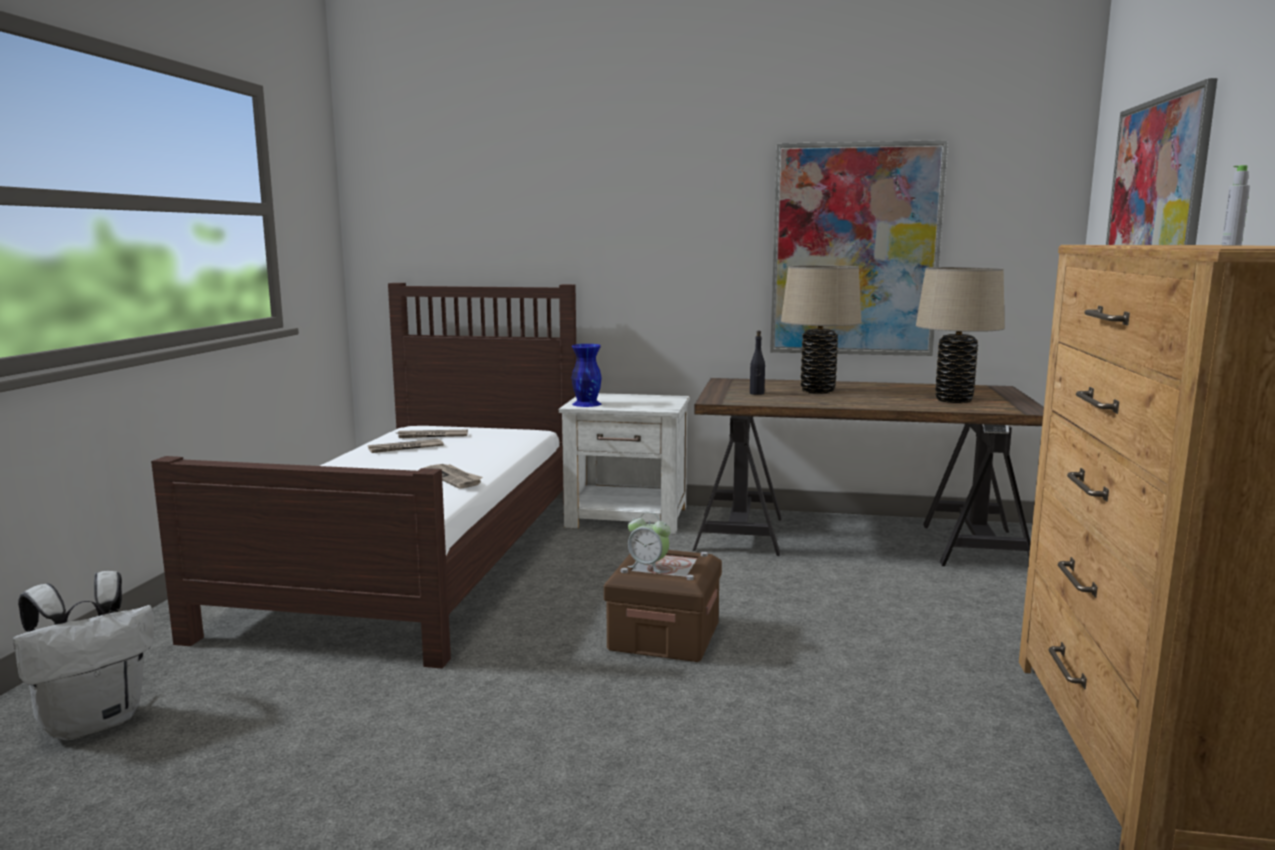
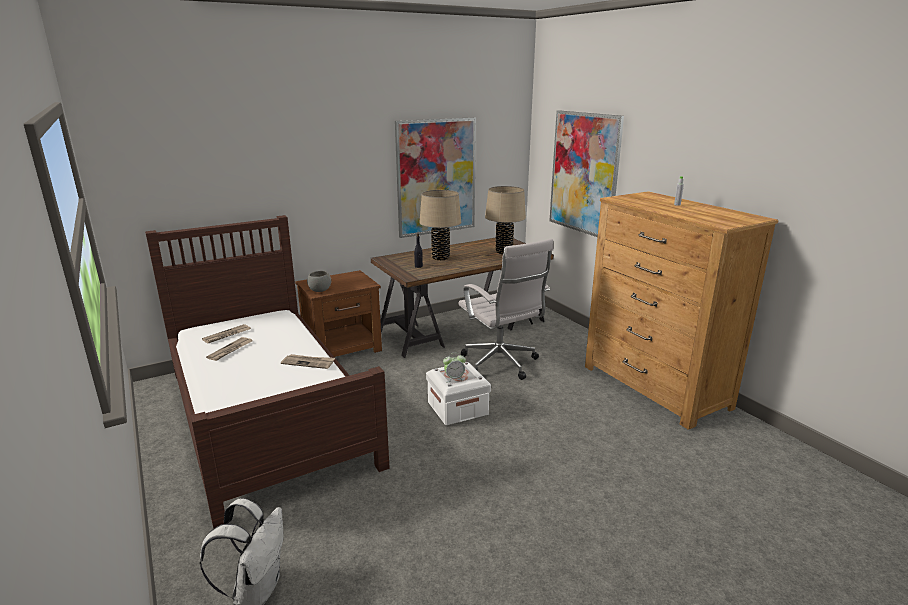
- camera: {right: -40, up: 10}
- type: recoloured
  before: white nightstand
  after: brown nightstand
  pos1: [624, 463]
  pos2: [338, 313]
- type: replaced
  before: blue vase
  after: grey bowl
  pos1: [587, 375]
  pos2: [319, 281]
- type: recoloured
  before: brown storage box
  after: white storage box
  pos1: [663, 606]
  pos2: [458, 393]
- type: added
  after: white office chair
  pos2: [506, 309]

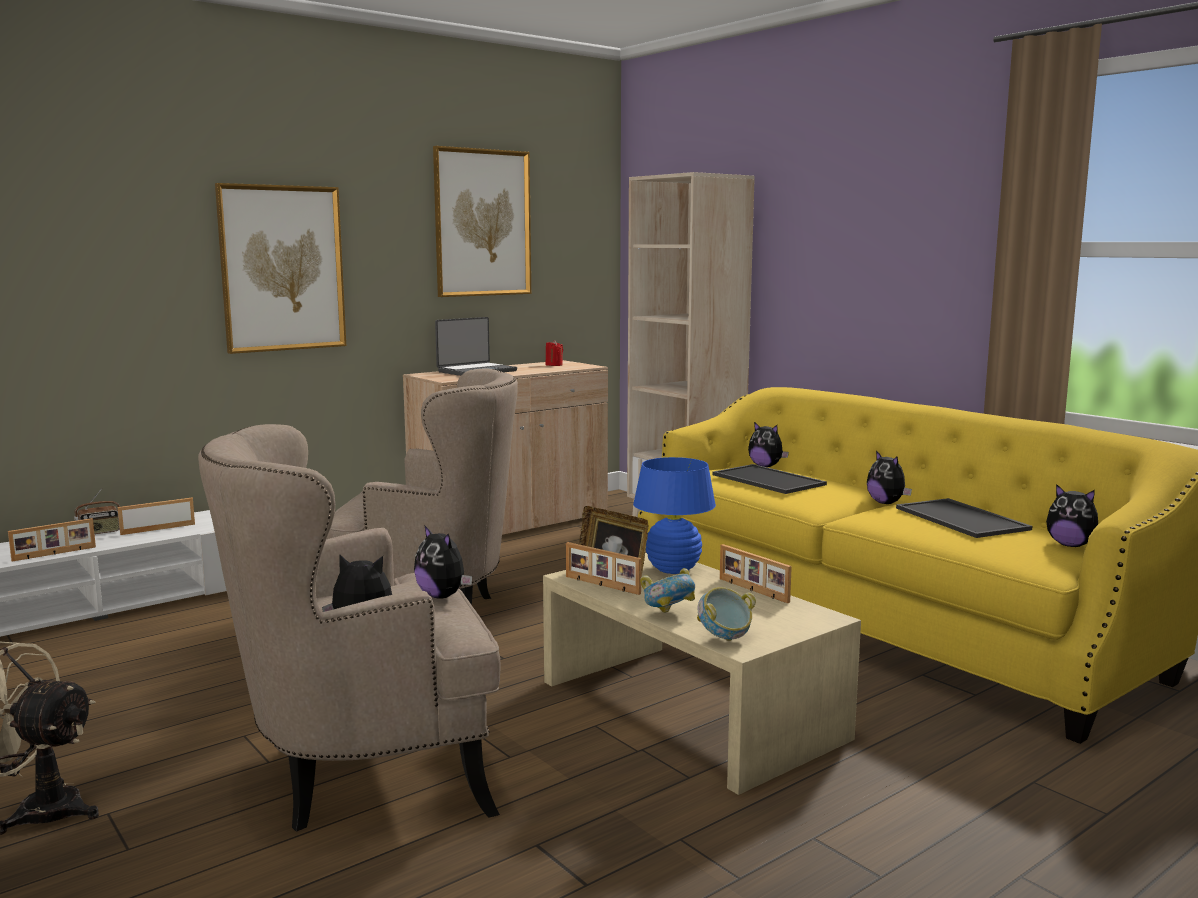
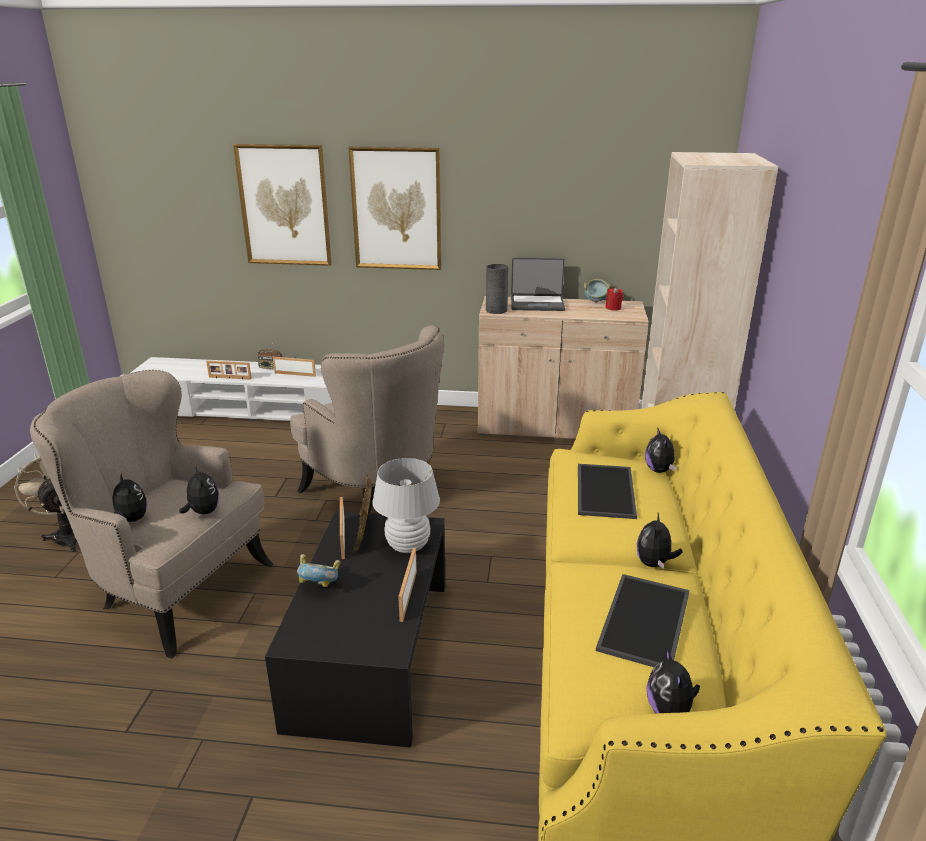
- camera: {right: 45, up: 15}
- type: turned
  before: plush toy
  pos1: [443, 561]
  pos2: [199, 490]
  turn: 150
- type: moved
  before: picture
  pos1: [482, 221]
  pos2: [282, 205]
- type: recoloured
  before: beige coffee table
  after: black coffee table
  pos1: [702, 673]
  pos2: [355, 629]
- type: recoloured
  before: blue table lamp
  after: white table lamp
  pos1: [674, 515]
  pos2: [406, 505]
- type: moved
  before: bowl
  pos1: [726, 614]
  pos2: [597, 291]
- type: added
  after: grey vase
  pos2: [497, 289]

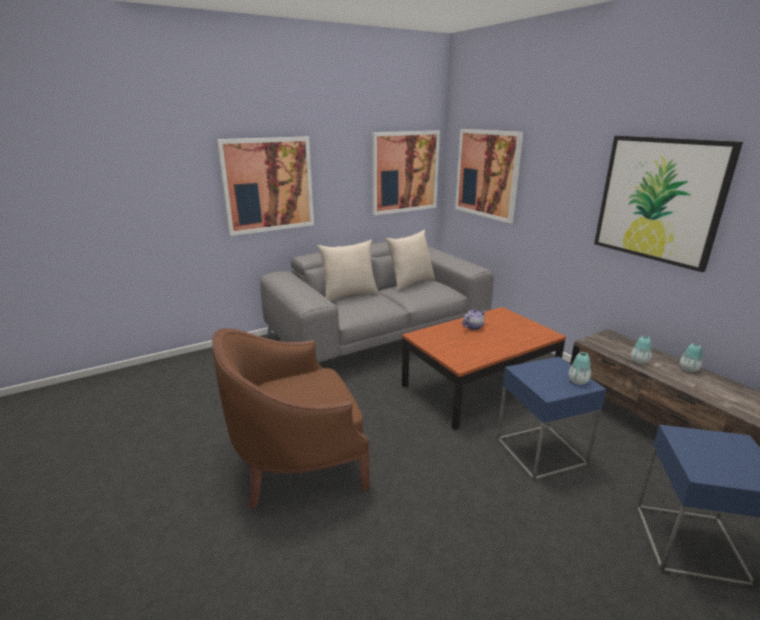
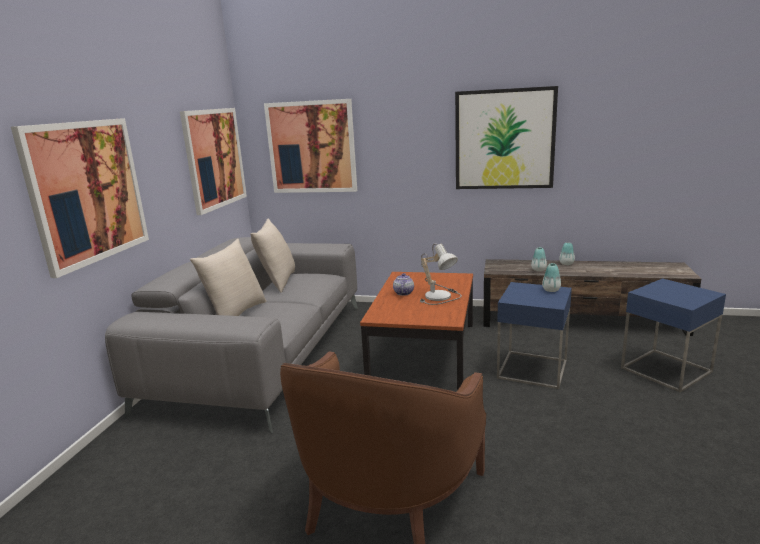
- camera: {right: -45, up: -5}
- type: added
  after: table lamp
  pos2: [441, 274]

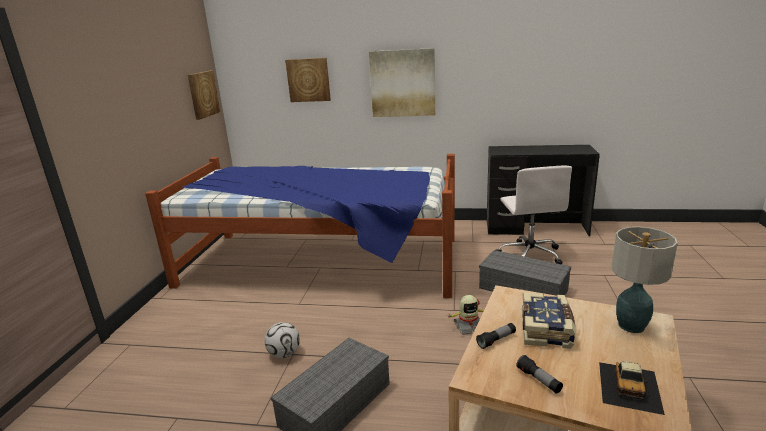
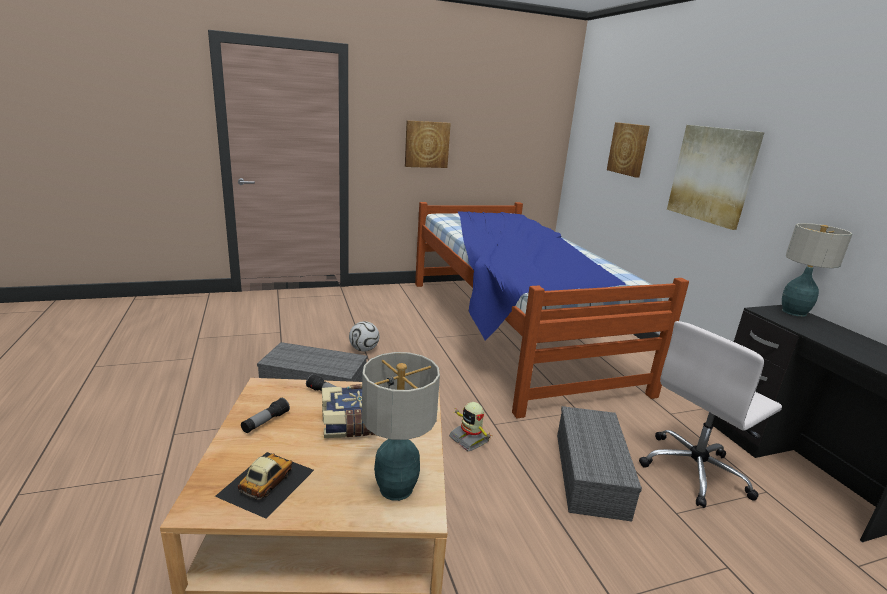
- camera: {right: 60, up: 0}
- type: moved
  before: picture
  pos1: [204, 95]
  pos2: [428, 144]
- type: turned
  before: toy car
  pos1: [632, 388]
  pos2: [264, 485]
  turn: 120
- type: added
  after: table lamp
  pos2: [817, 270]

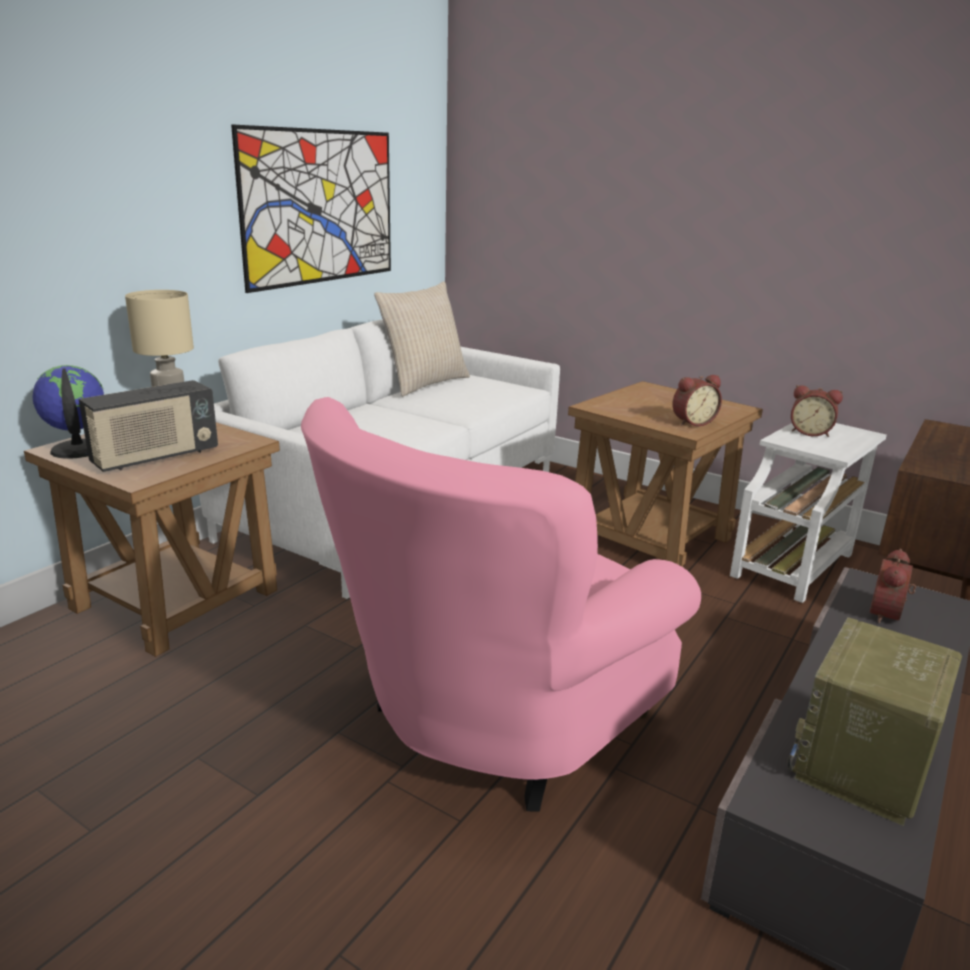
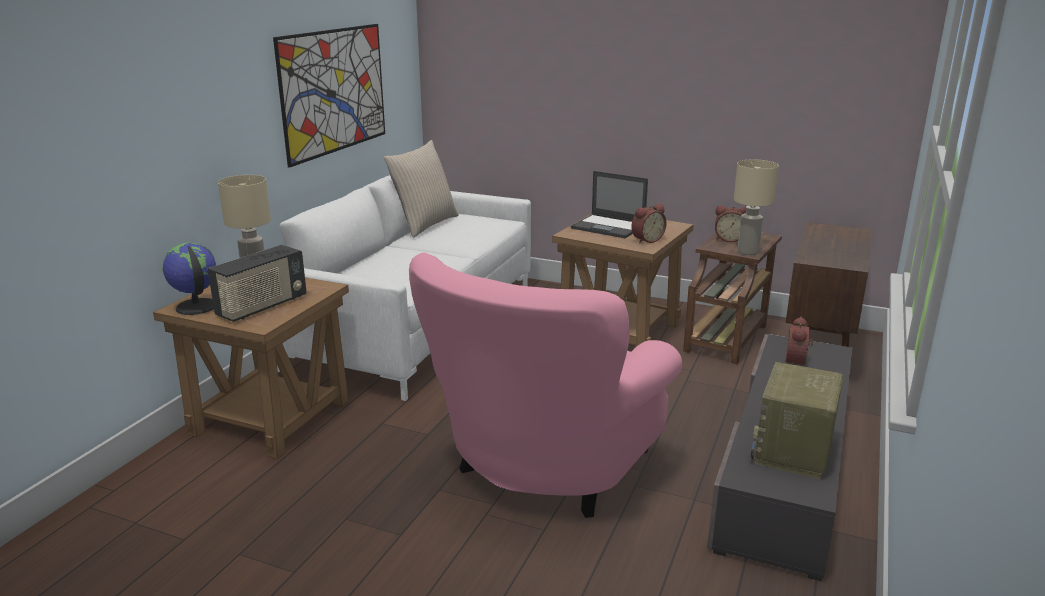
- camera: {right: -10, up: 0}
- type: recoloured
  before: white side table
  after: brown side table
  pos1: [808, 513]
  pos2: [732, 298]
- type: added
  after: laptop
  pos2: [609, 204]
- type: added
  after: beige table lamp
  pos2: [756, 207]

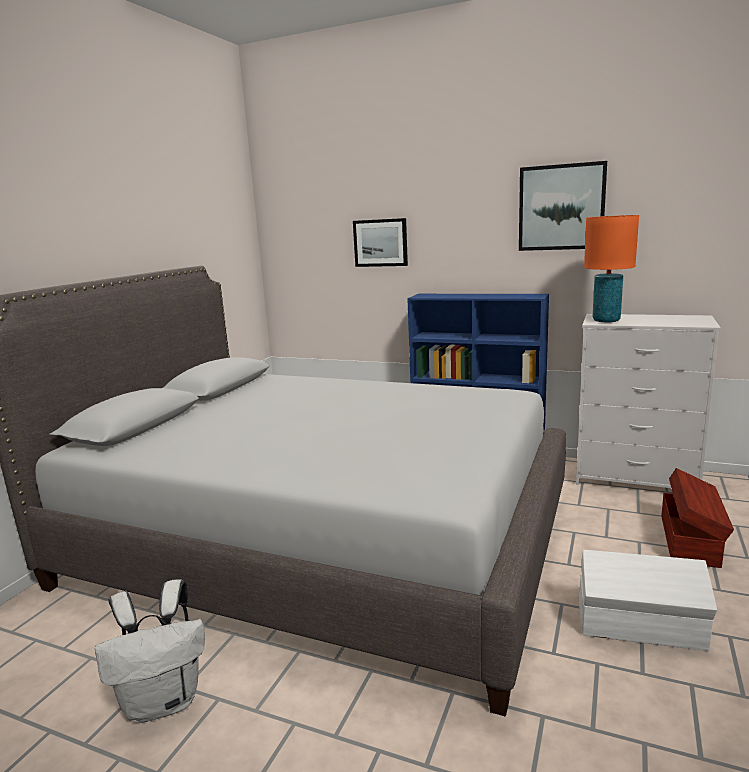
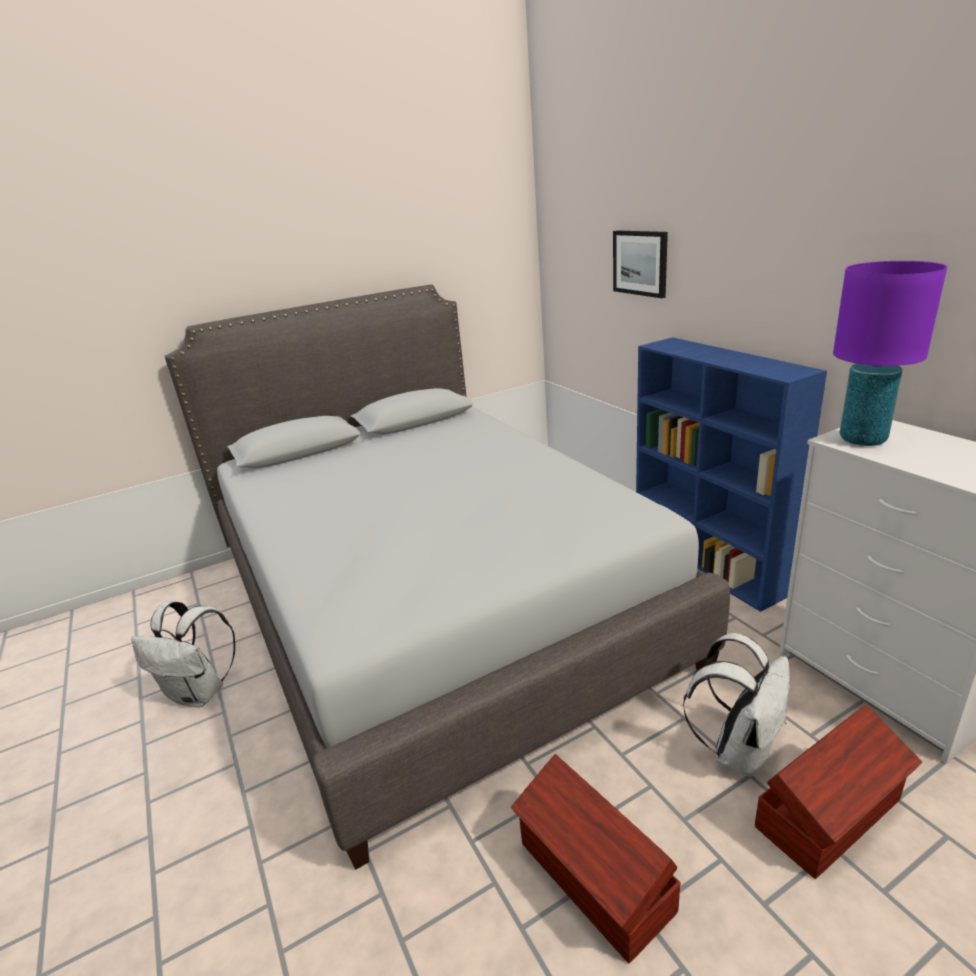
- camera: {right: 40, up: 10}
- type: removed
  before: picture
  pos1: [563, 206]
- type: recoloured
  before: white storage box
  after: brown storage box
  pos1: [648, 600]
  pos2: [596, 858]
- type: recoloured
  before: orange table lamp
  after: purple table lamp
  pos1: [611, 268]
  pos2: [890, 353]
- type: added
  after: white backpack
  pos2: [736, 705]

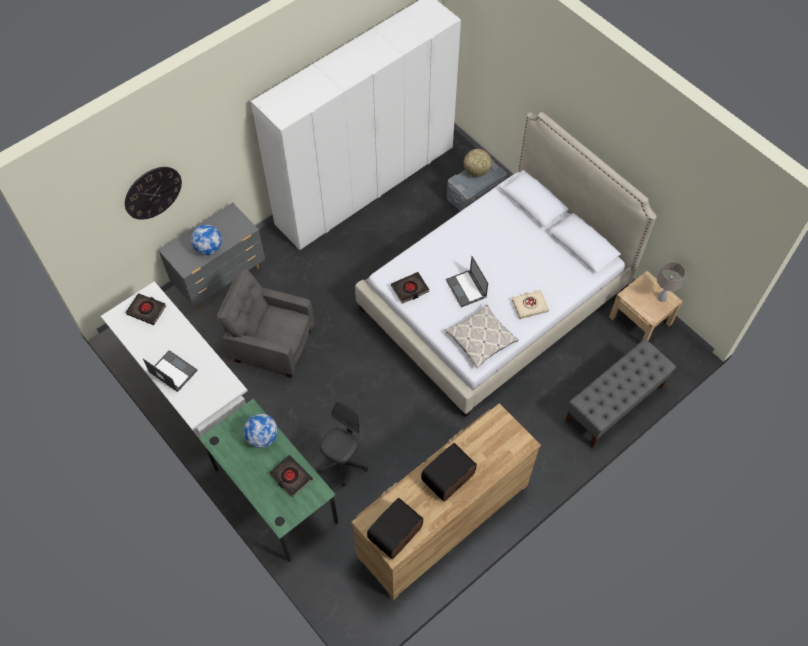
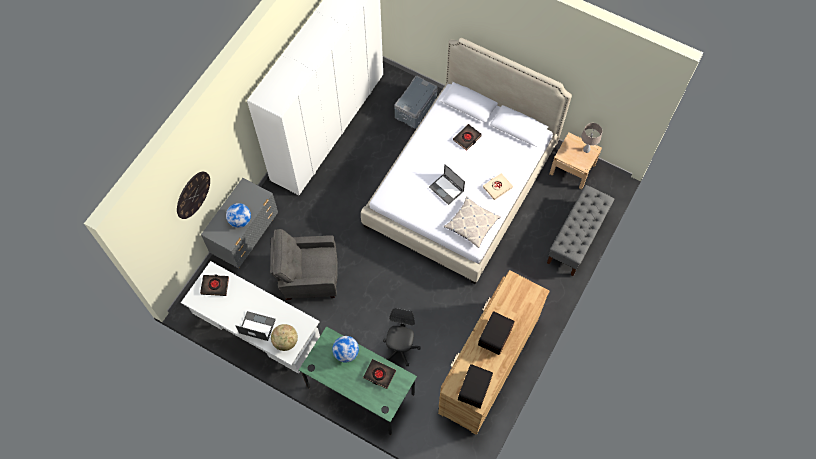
- camera: {right: -20, up: 5}
- type: moved
  before: black book
  pos1: [410, 288]
  pos2: [467, 137]
- type: moved
  before: globe
  pos1: [478, 163]
  pos2: [284, 337]

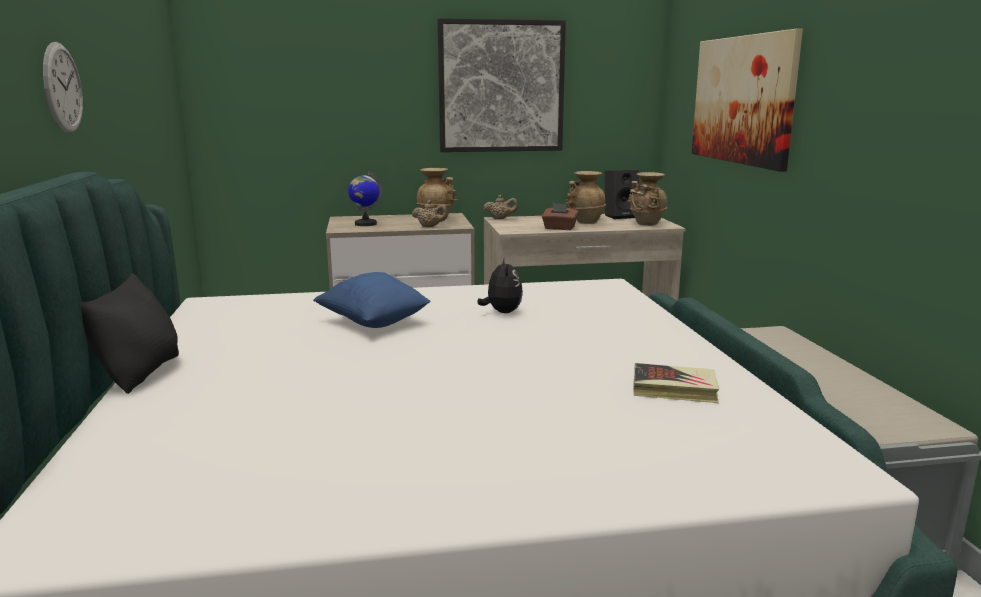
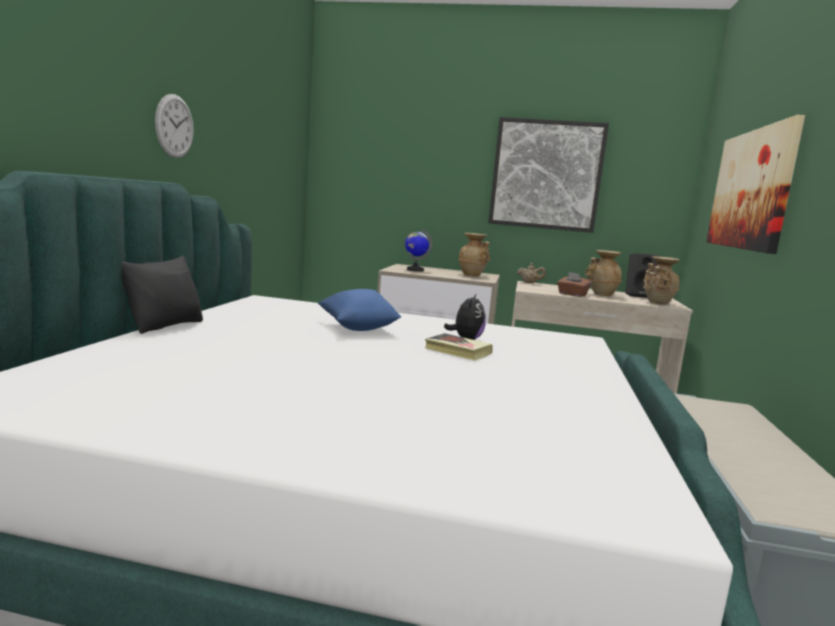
- camera: {right: 20, up: -5}
- type: removed
  before: beige teapot
  pos1: [430, 213]
- type: moved
  before: book
  pos1: [676, 383]
  pos2: [459, 347]

